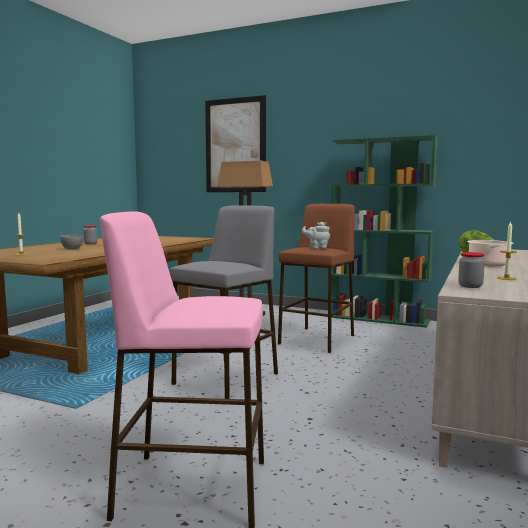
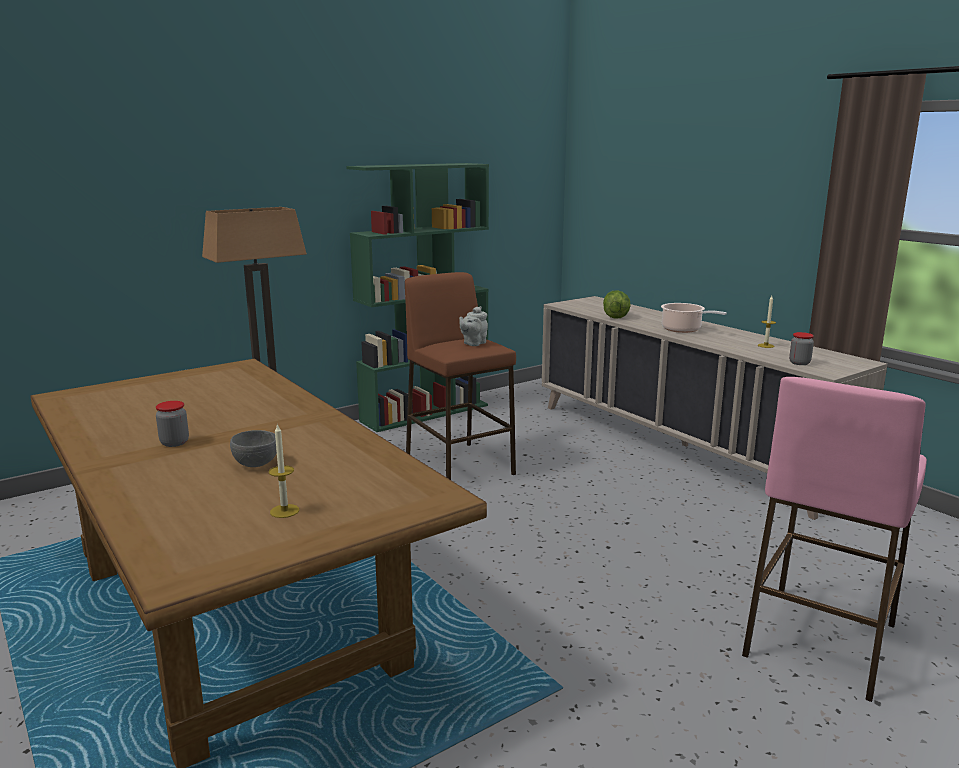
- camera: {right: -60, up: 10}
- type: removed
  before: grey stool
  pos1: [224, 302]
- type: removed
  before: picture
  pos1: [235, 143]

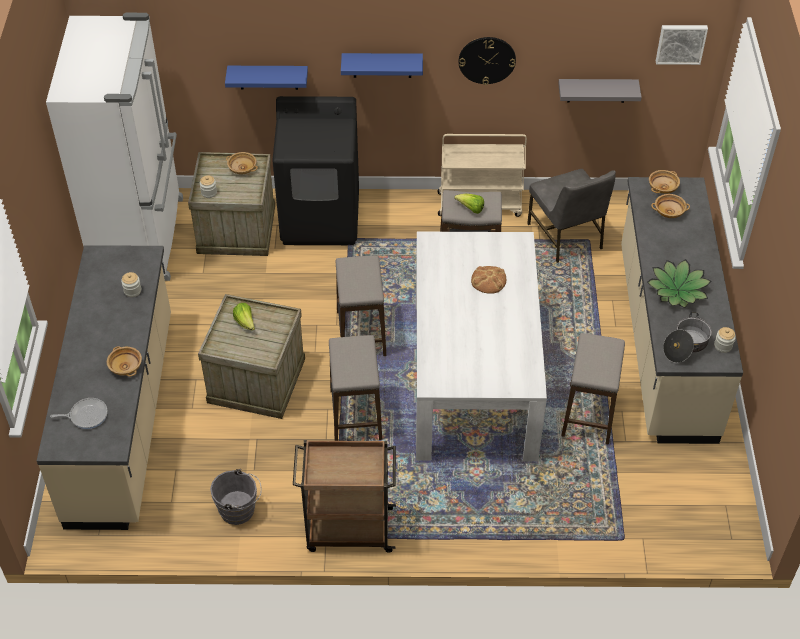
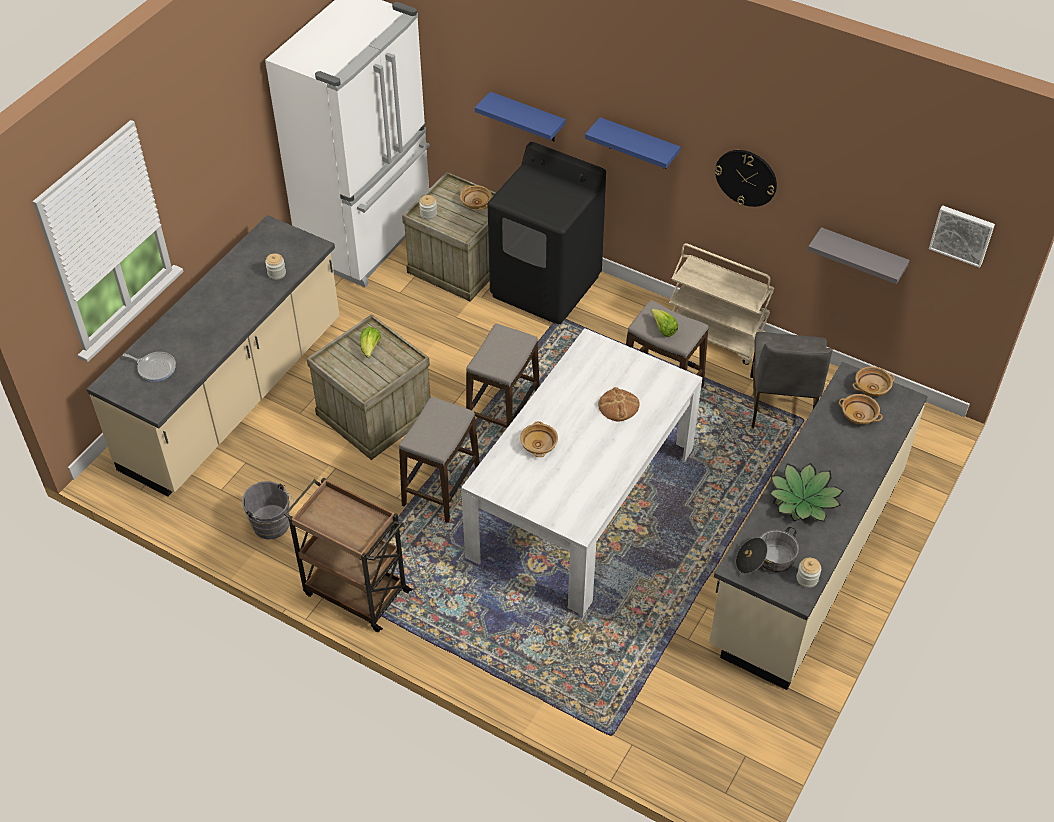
- camera: {right: 30, up: 0}
- type: moved
  before: beige bowl
  pos1: [124, 361]
  pos2: [539, 439]
- type: removed
  before: stool
  pos1: [593, 389]

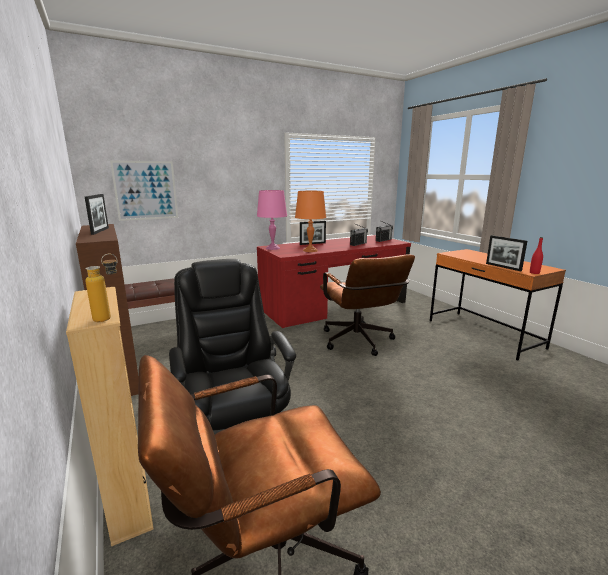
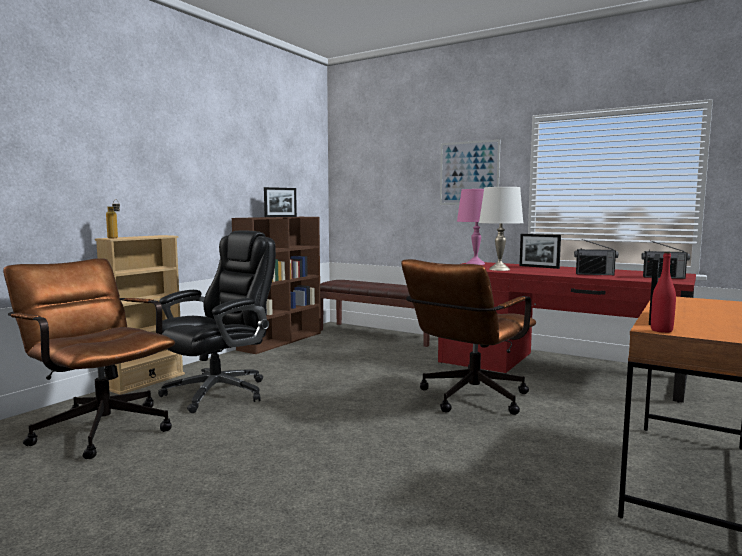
- camera: {right: 60, up: -10}
- type: moved
  before: picture
  pos1: [144, 191]
  pos2: [470, 172]
- type: recoloured
  before: orange table lamp
  after: white table lamp
  pos1: [310, 221]
  pos2: [501, 229]

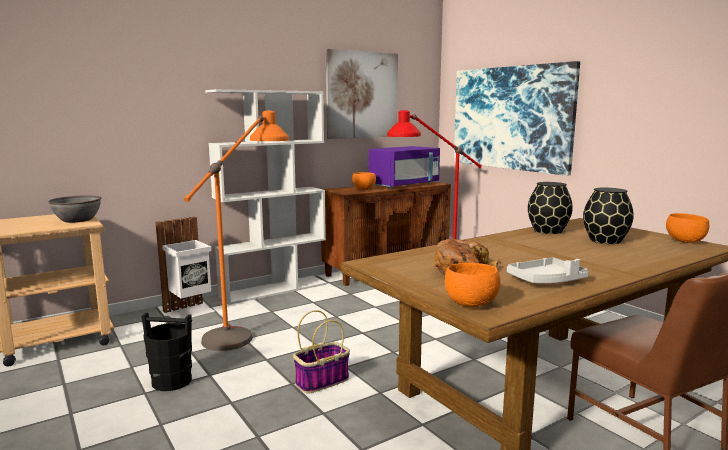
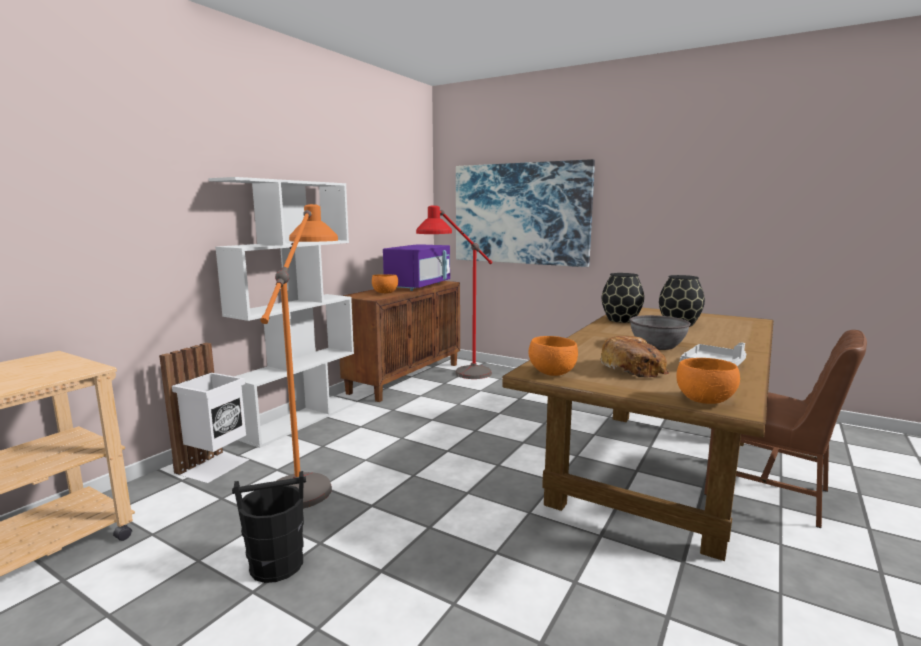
- camera: {right: -25, up: 0}
- type: moved
  before: grey bowl
  pos1: [74, 209]
  pos2: [660, 332]
- type: removed
  before: basket
  pos1: [321, 352]
- type: removed
  before: picture
  pos1: [362, 94]
- type: moved
  before: orange bowl
  pos1: [687, 228]
  pos2: [553, 356]

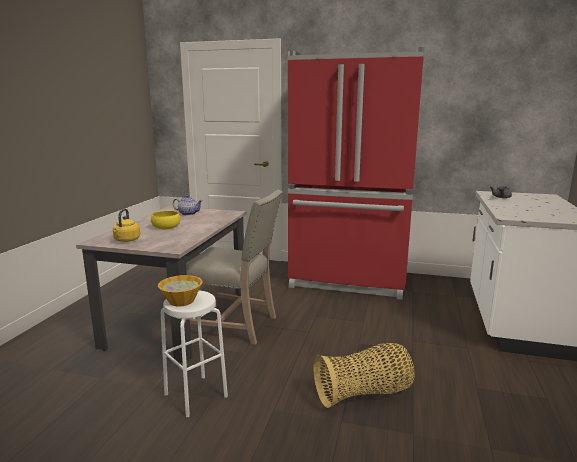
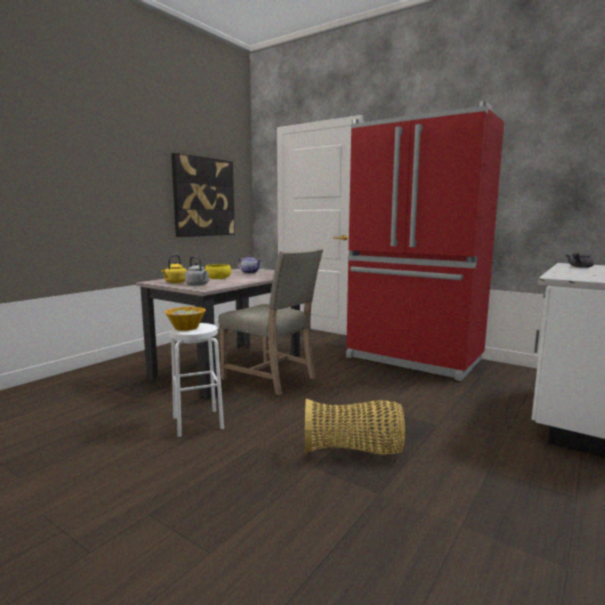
- camera: {right: 20, up: -5}
- type: added
  after: picture
  pos2: [203, 195]
- type: added
  after: grey kettle
  pos2: [197, 271]

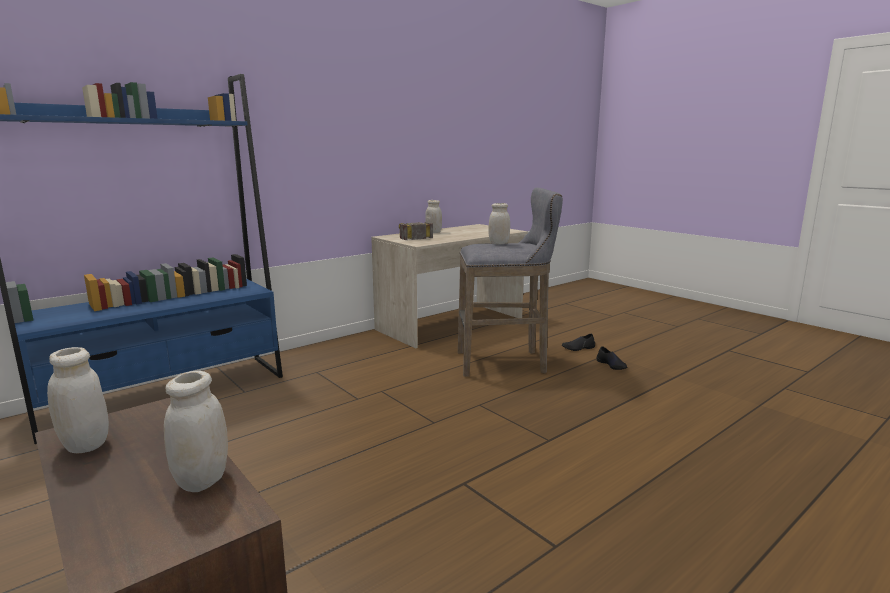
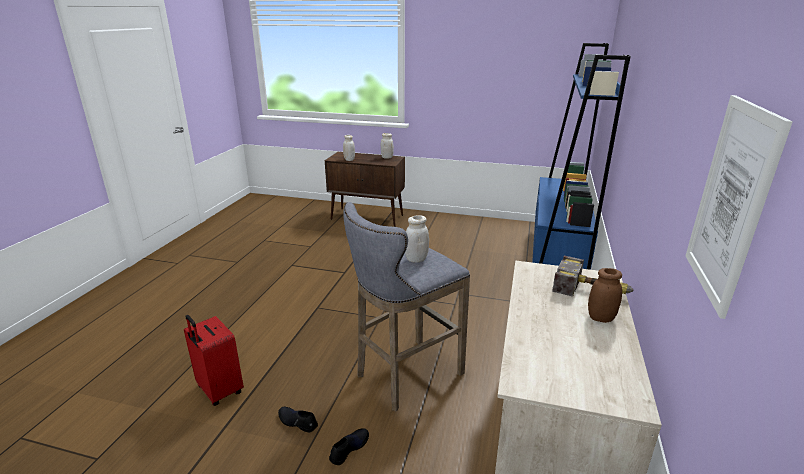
- camera: {right: 145, up: 10}
- type: recoloured
  before: white jar
  after: brown jar
  pos1: [433, 216]
  pos2: [605, 295]
- type: added
  after: red suitcase
  pos2: [214, 360]
- type: added
  after: picture
  pos2: [739, 207]

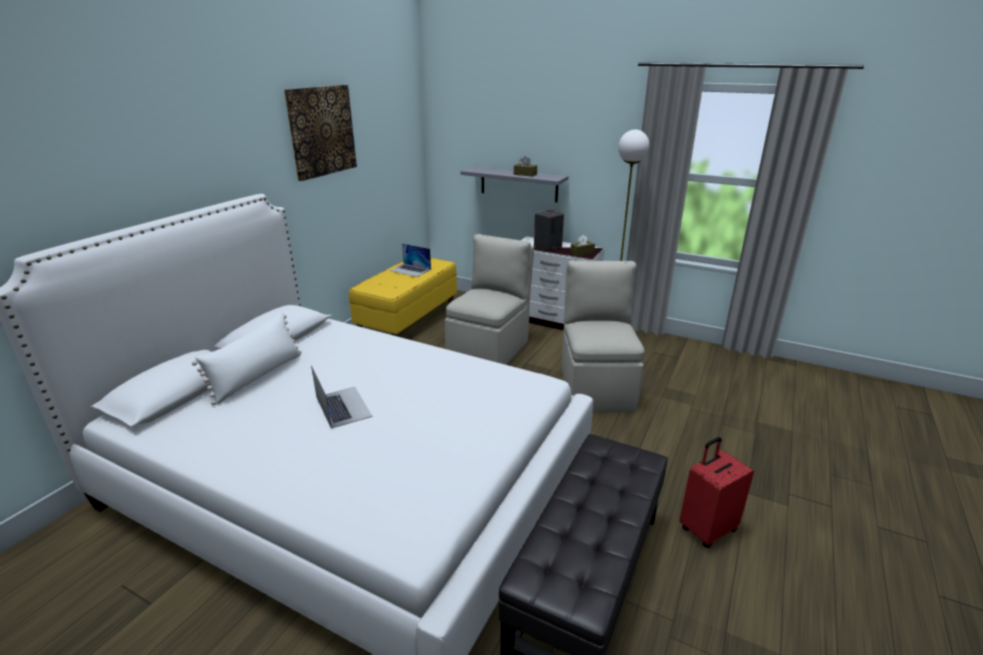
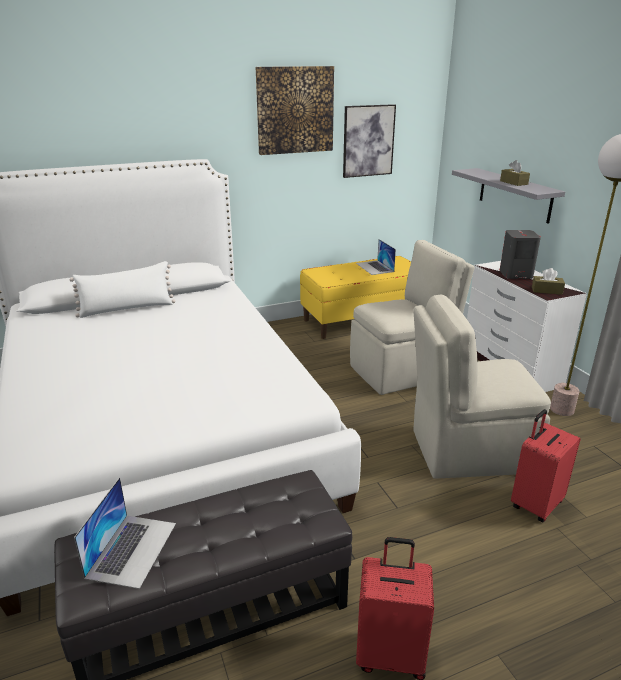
- camera: {right: 40, up: 0}
- type: moved
  before: laptop
  pos1: [341, 397]
  pos2: [125, 533]
- type: turned
  before: beige chair
  pos1: [603, 336]
  pos2: [482, 386]
  turn: -135
- type: added
  after: picture
  pos2: [369, 141]
- type: added
  after: red suitcase
  pos2: [546, 465]

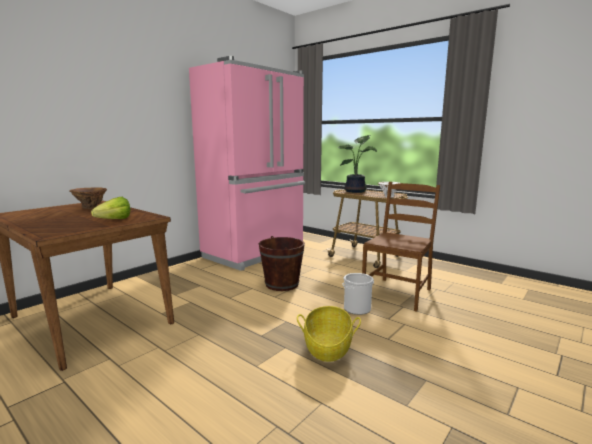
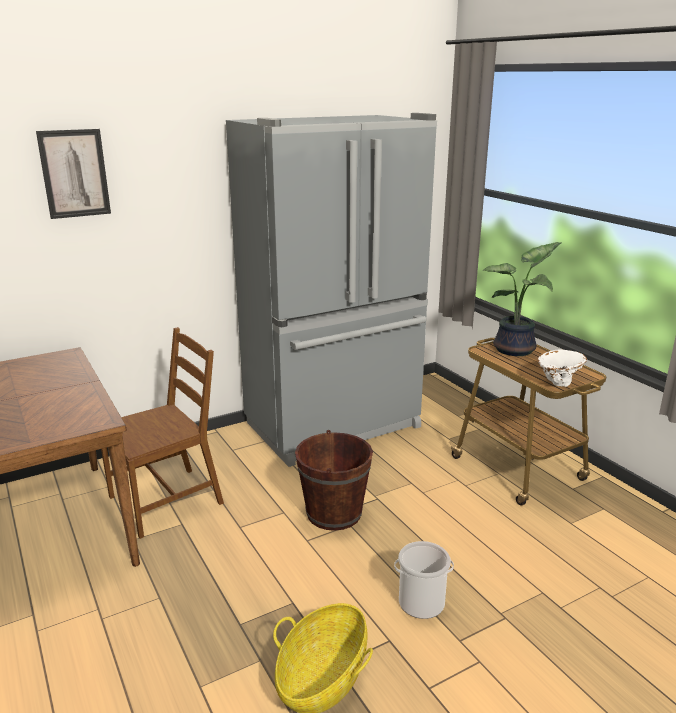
- camera: {right: 20, up: 10}
- type: removed
  before: brown vase
  pos1: [88, 198]
- type: removed
  before: lettuce
  pos1: [110, 208]
- type: recoloured
  before: pink fridge
  after: grey fridge
  pos1: [247, 163]
  pos2: [331, 290]
- type: moved
  before: brown chair
  pos1: [401, 247]
  pos2: [162, 433]
- type: added
  after: picture
  pos2: [73, 174]

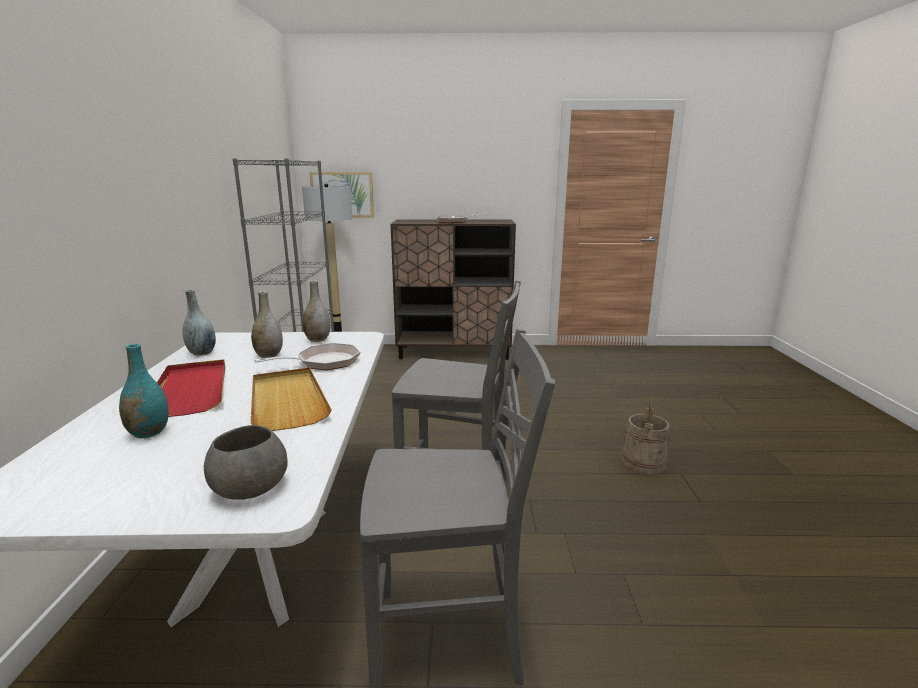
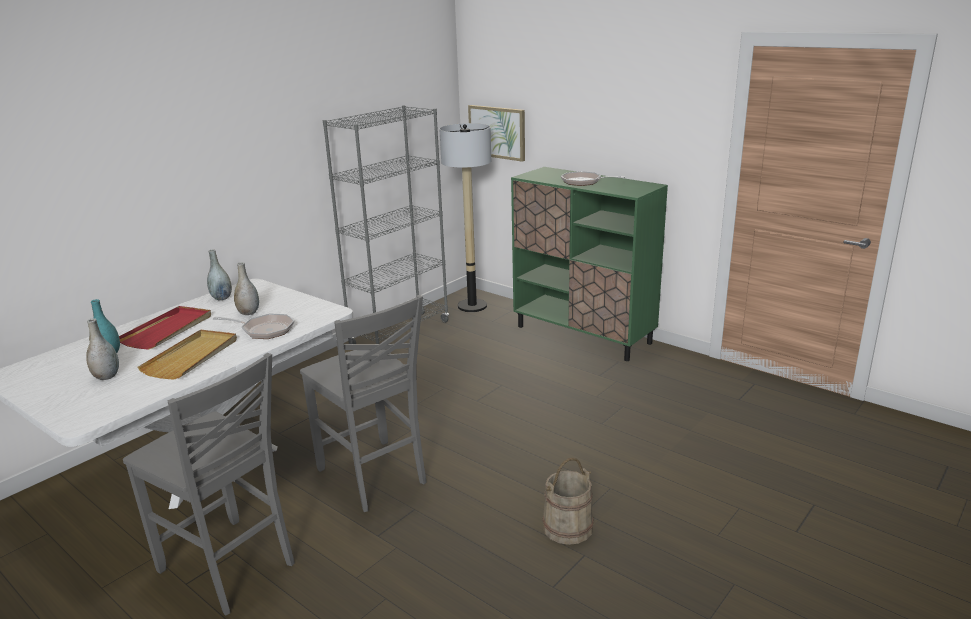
- camera: {right: 40, up: 5}
- type: removed
  before: grey bowl
  pos1: [246, 462]
- type: moved
  before: grey vase
  pos1: [316, 311]
  pos2: [102, 349]
- type: recoloured
  before: brown cabinet
  after: green cabinet
  pos1: [453, 289]
  pos2: [589, 264]

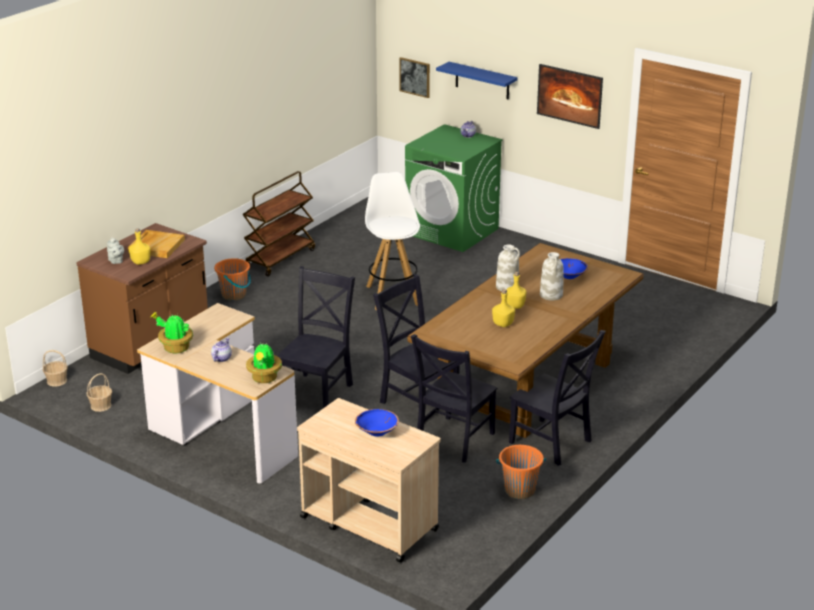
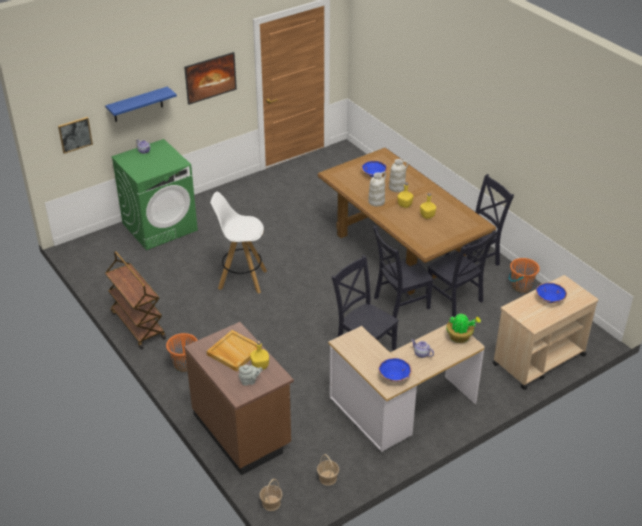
- camera: {right: -70, up: 10}
- type: replaced
  before: potted plant
  after: blue bowl
  pos1: [171, 332]
  pos2: [395, 370]

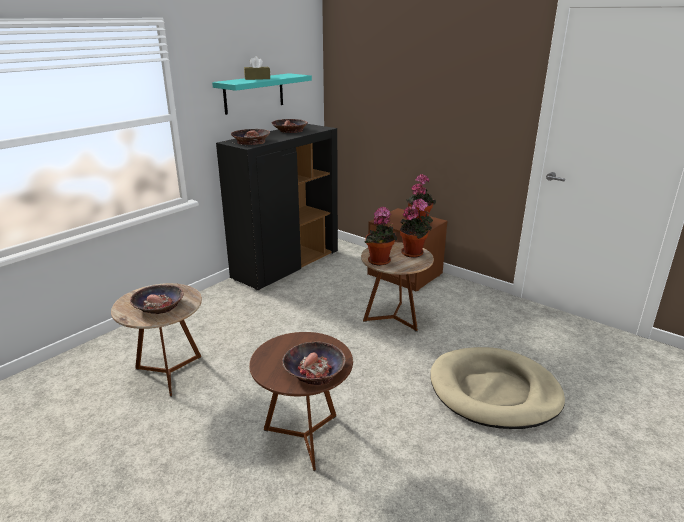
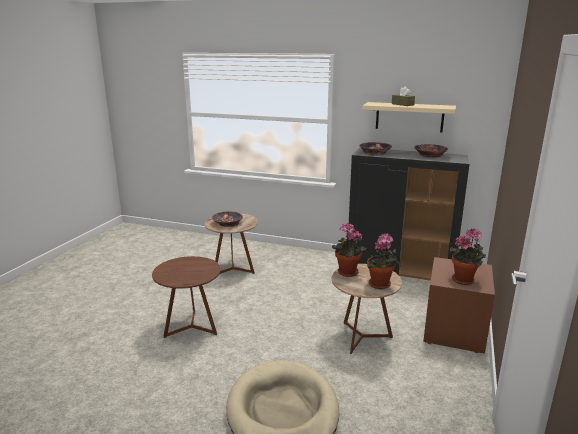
- camera: {right: 70, up: -5}
- type: recoloured
  before: turquoise shelf
  after: beige shelf
  pos1: [262, 94]
  pos2: [409, 117]
- type: removed
  before: bowl
  pos1: [314, 363]

